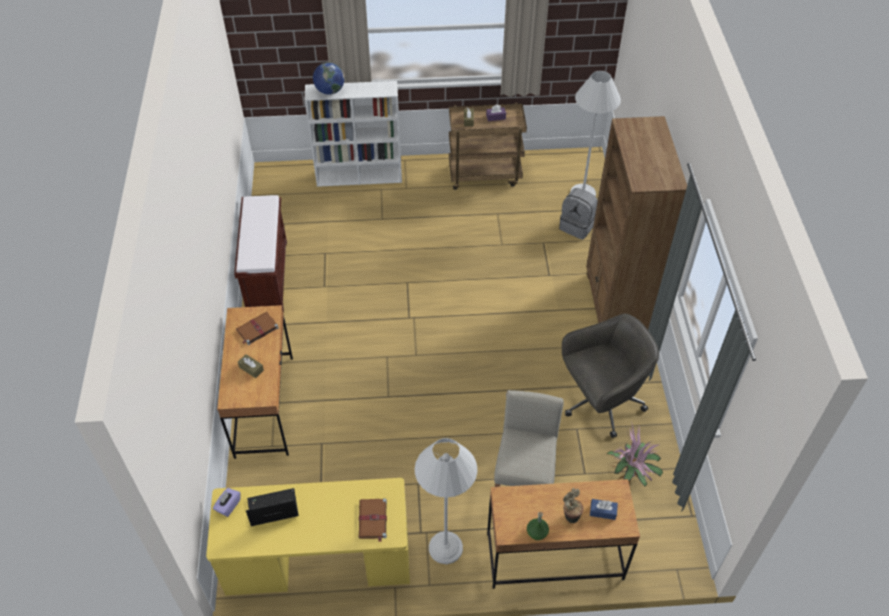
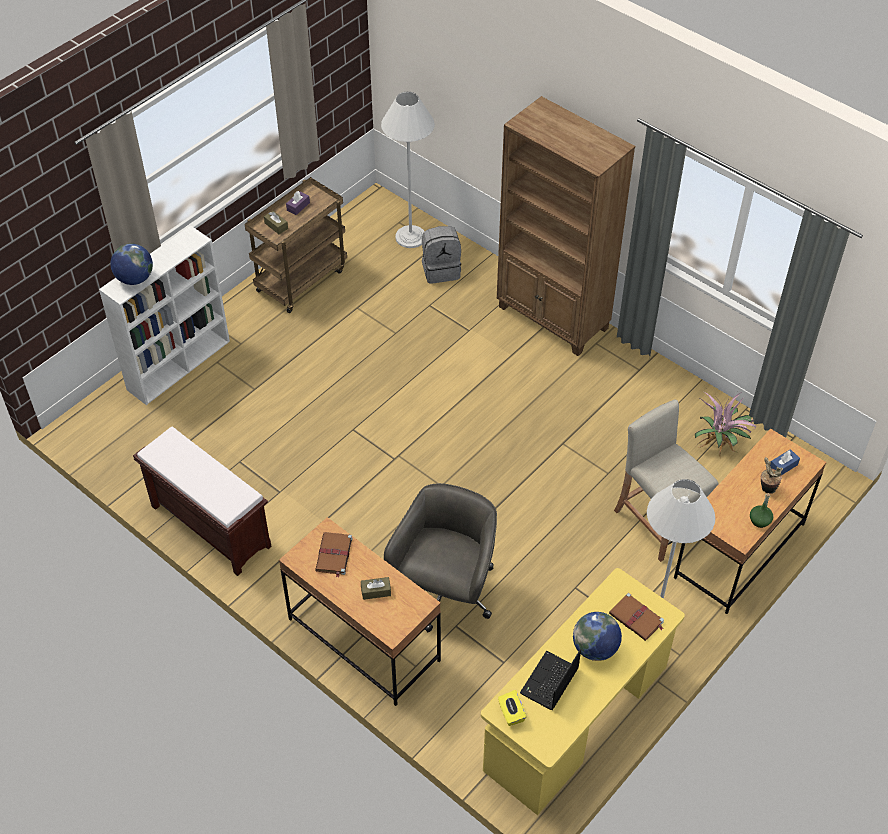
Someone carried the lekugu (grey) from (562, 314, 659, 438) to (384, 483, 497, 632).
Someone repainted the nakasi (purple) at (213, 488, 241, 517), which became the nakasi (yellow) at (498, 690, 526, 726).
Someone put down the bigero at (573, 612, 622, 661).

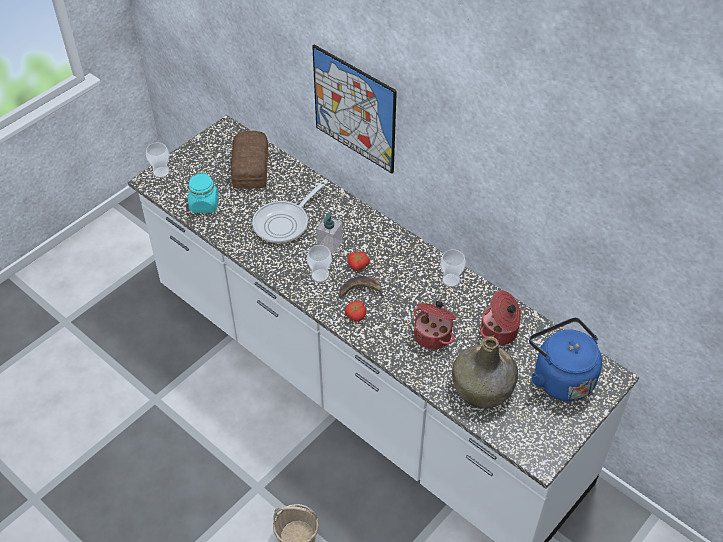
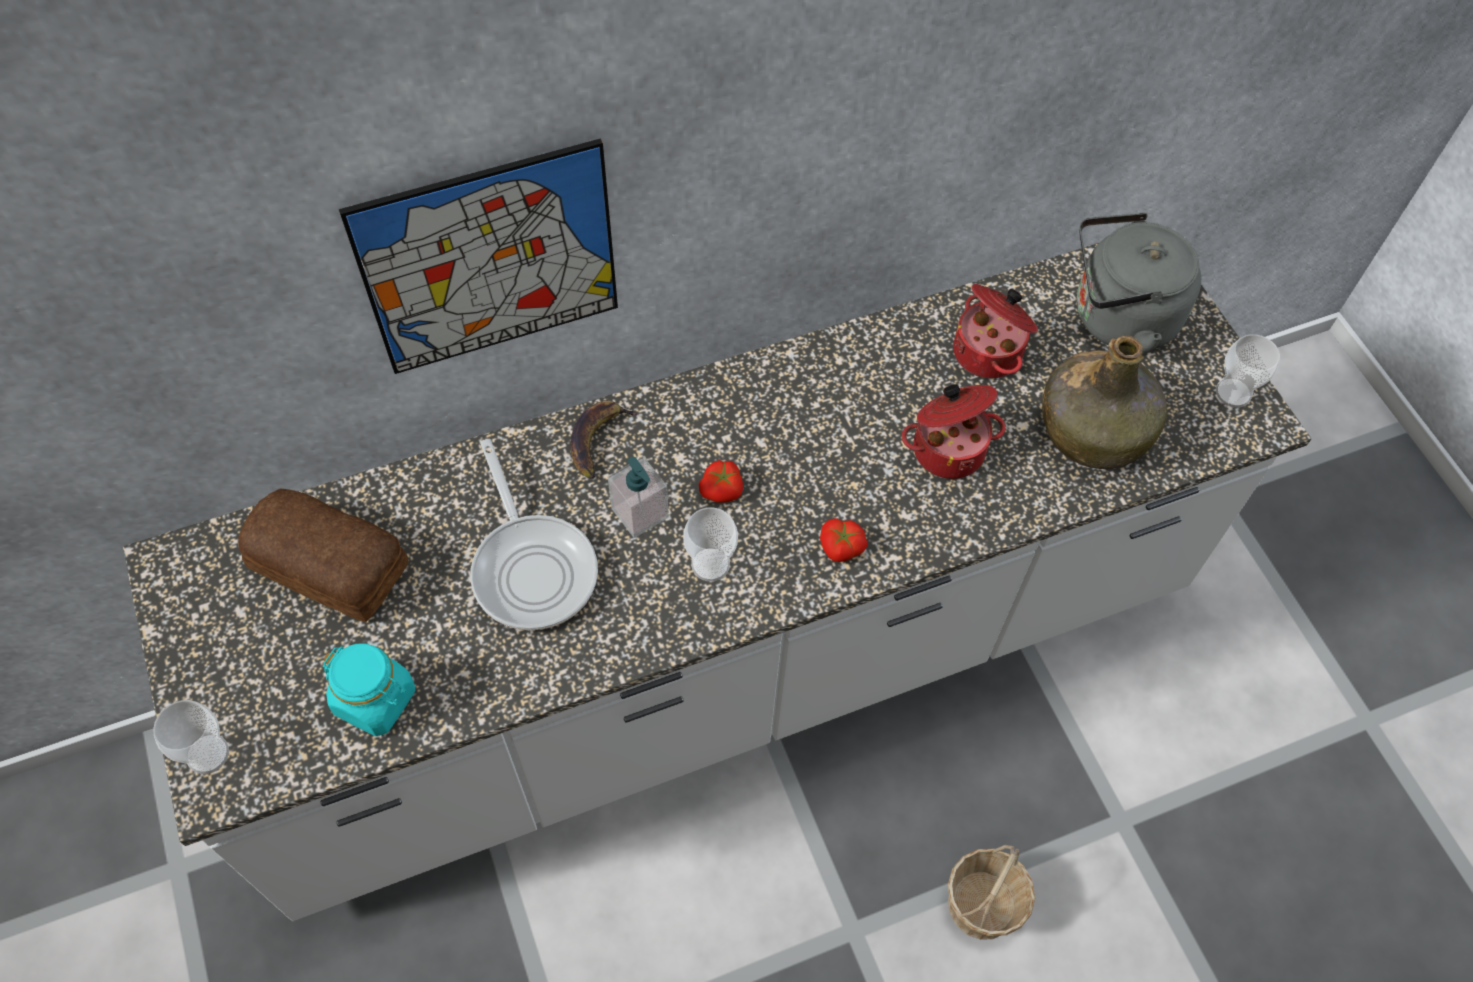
Someone carried the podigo from (440, 249, 466, 287) to (1216, 334, 1280, 407).
Someone carried the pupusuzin from (339, 276, 384, 299) to (570, 400, 639, 479).
Someone repainted the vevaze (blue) at (529, 318, 602, 402), which became the vevaze (grey) at (1077, 213, 1201, 352).

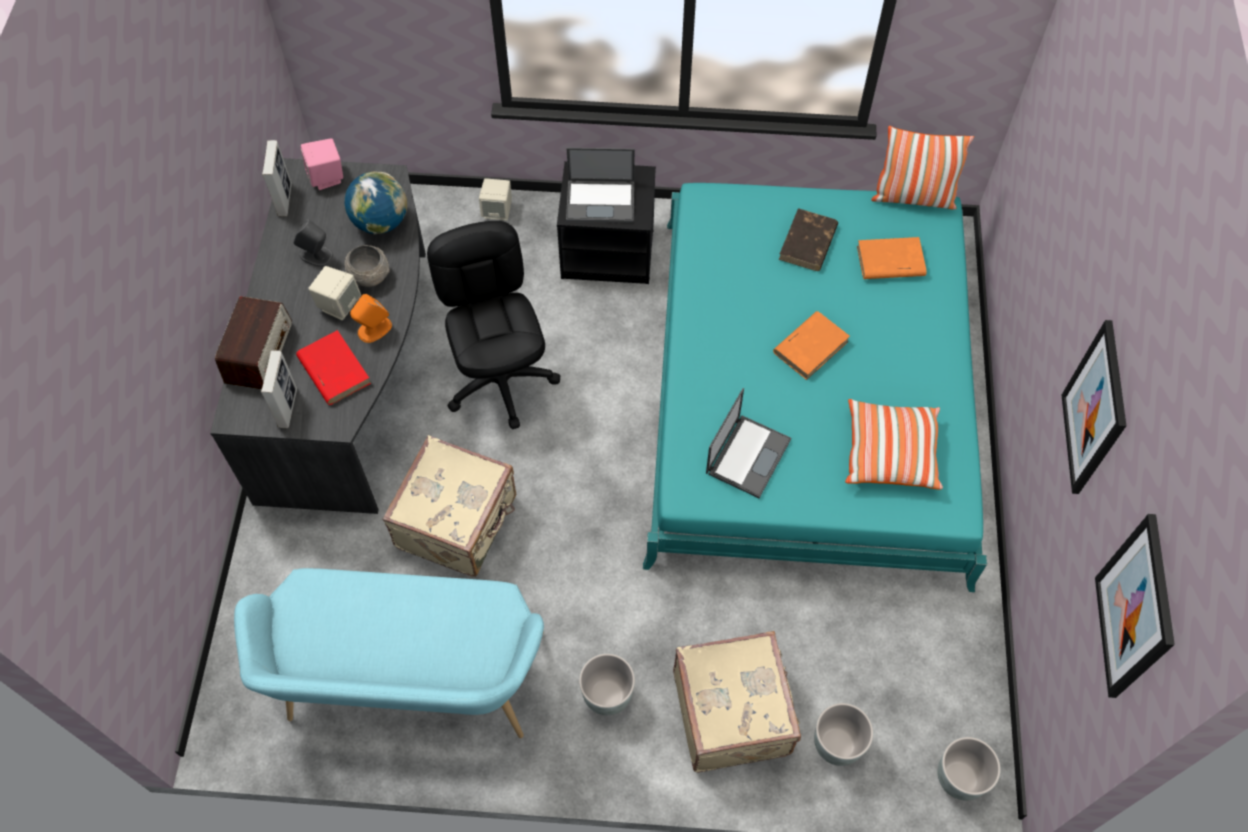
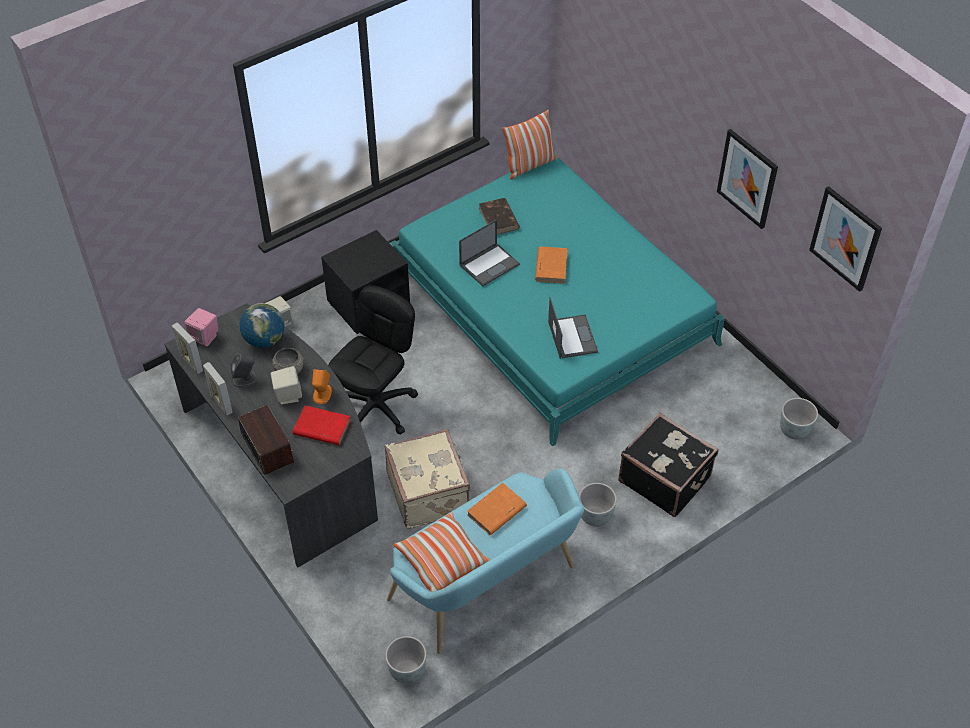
Someone carried the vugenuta from (566, 148, 635, 223) to (459, 219, 520, 286).
Someone rotated the lekugu (black) at (427, 221, 560, 429) by 90 degrees clockwise.
Someone carried the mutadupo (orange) from (857, 237, 927, 279) to (467, 483, 527, 535).
Someone carried the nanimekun from (261, 350, 297, 428) to (203, 362, 232, 416).
Someone carried the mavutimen from (845, 399, 943, 490) to (393, 512, 490, 592).
Someone repainted the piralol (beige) at (673, 631, 801, 773), which became the piralol (black) at (618, 413, 718, 517).
Someone carried the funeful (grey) from (814, 703, 873, 766) to (386, 636, 426, 684).

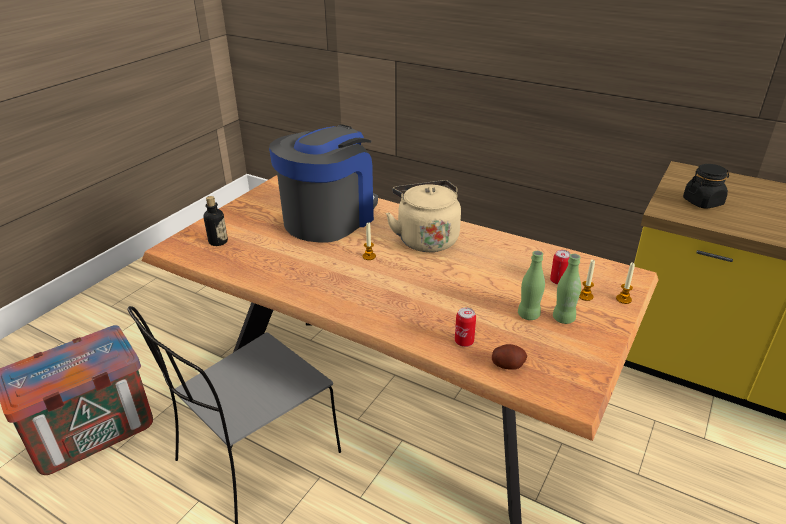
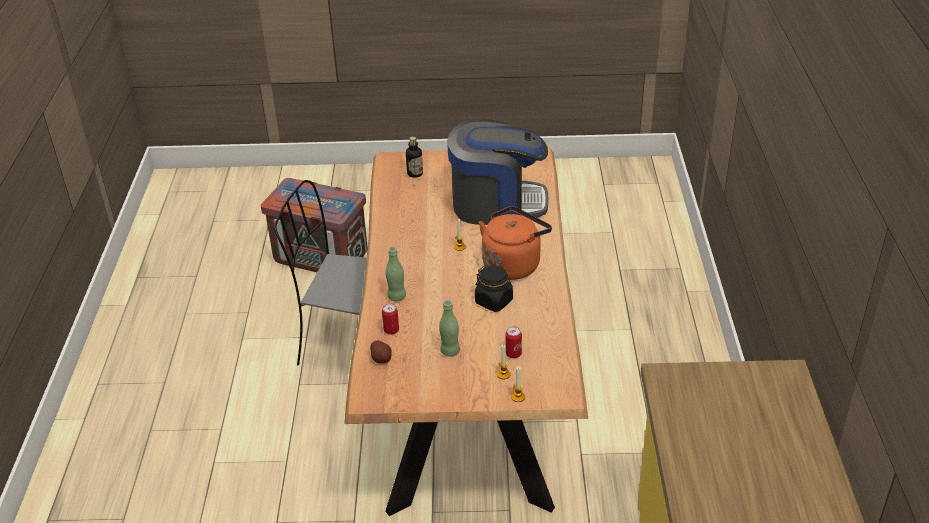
Someone carried the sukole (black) from (683, 164, 729, 209) to (475, 266, 513, 312).
Someone repainted the vevaze (beige) at (386, 180, 461, 252), which became the vevaze (orange) at (479, 206, 552, 280).
Someone carried the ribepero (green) from (553, 254, 581, 324) to (386, 247, 406, 301).

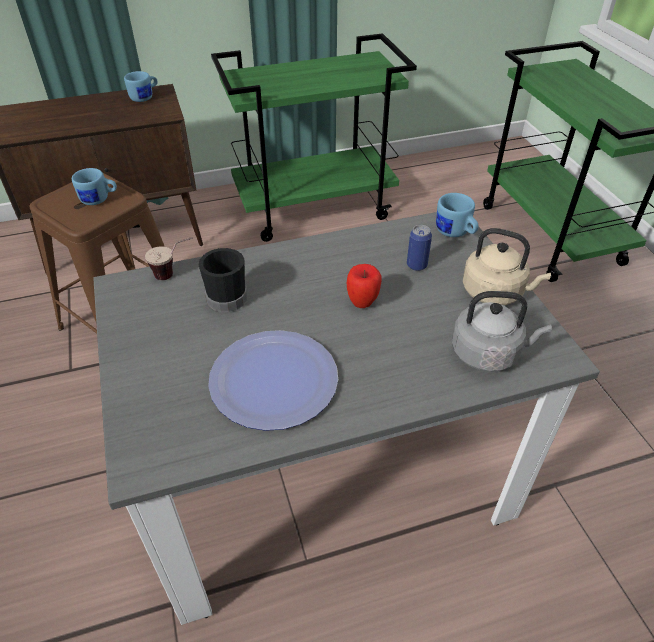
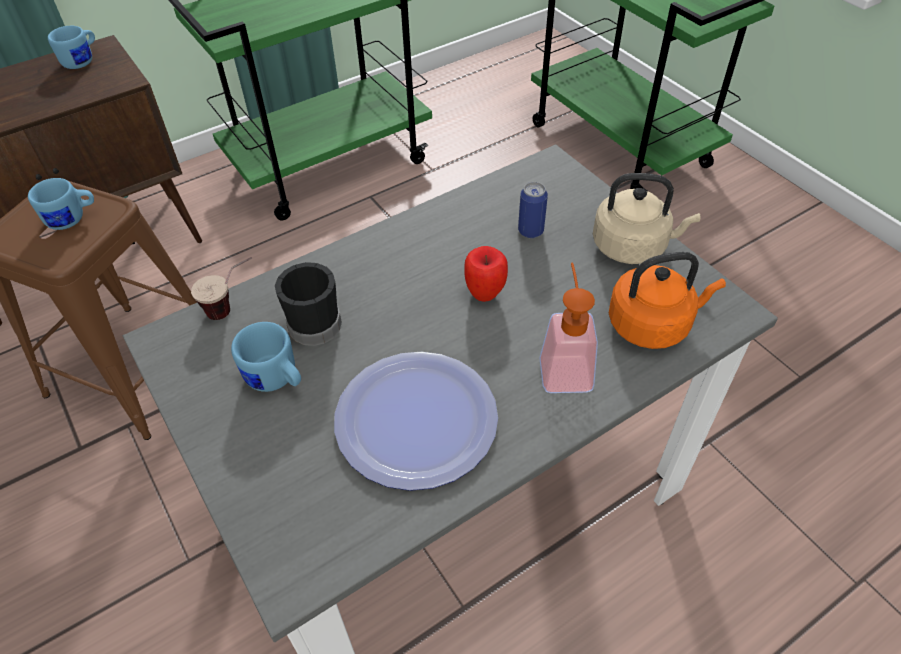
Someone carried the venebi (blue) from (436, 193, 478, 237) to (231, 322, 301, 392).
Someone repainted the vevaze (grey) at (452, 291, 552, 372), which became the vevaze (orange) at (609, 252, 726, 349).
Someone put down the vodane at (539, 262, 598, 393).

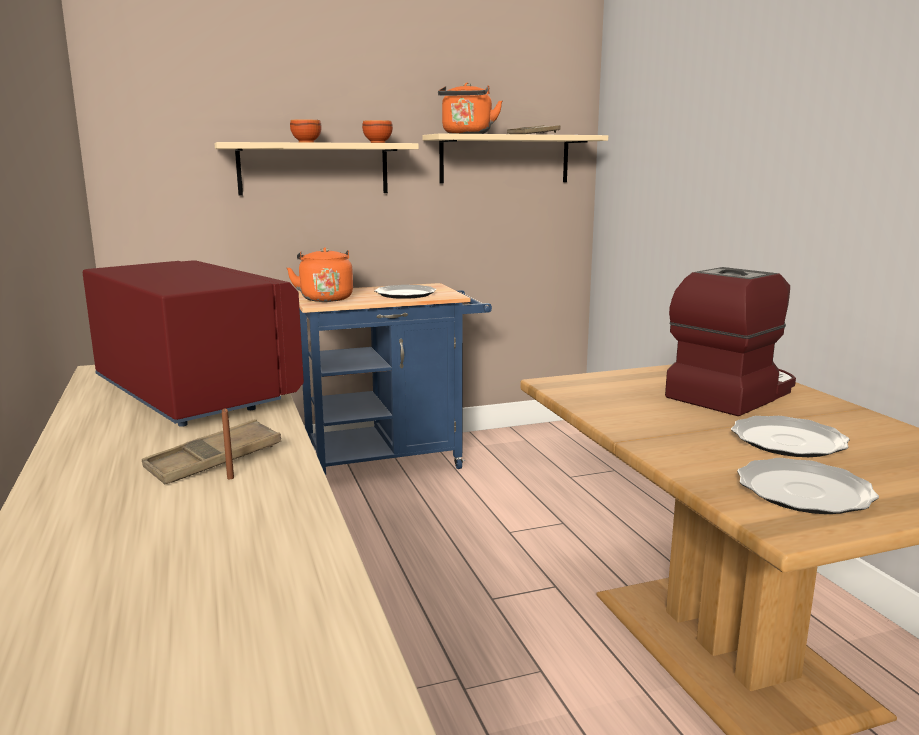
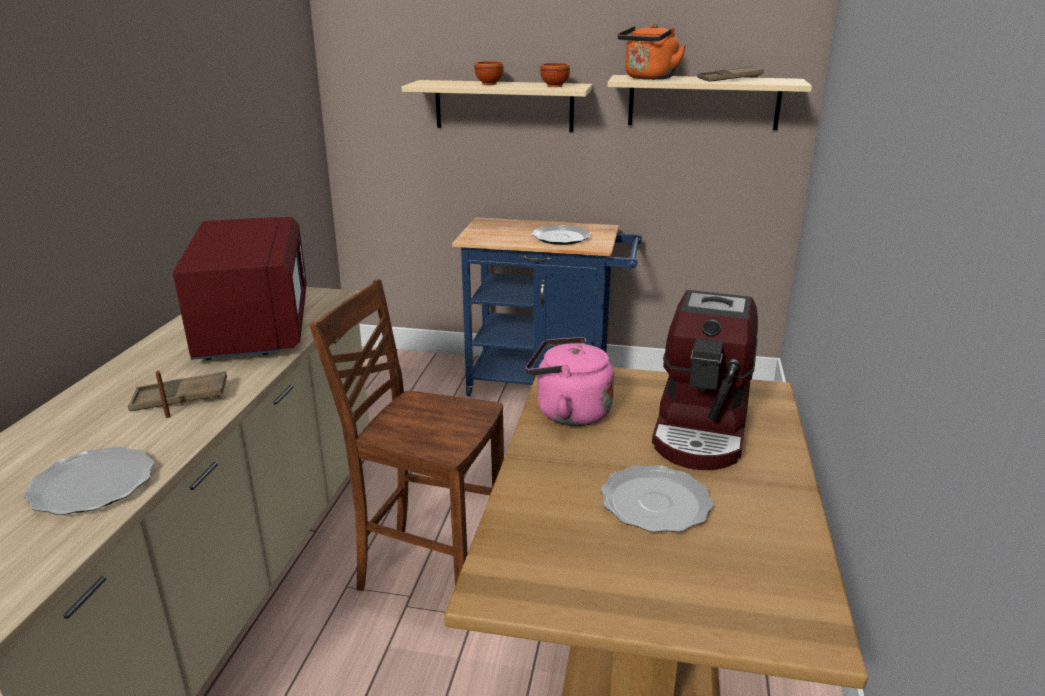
Someone took away the vevaze (orange) at (287, 247, 353, 302).
Someone rotated the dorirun at (665, 267, 796, 417) by 120 degrees clockwise.
Someone carried the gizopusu from (737, 458, 879, 514) to (24, 446, 154, 515).
Someone put down the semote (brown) at (309, 279, 504, 591).
Someone put down the vevaze (pink) at (526, 337, 614, 426).

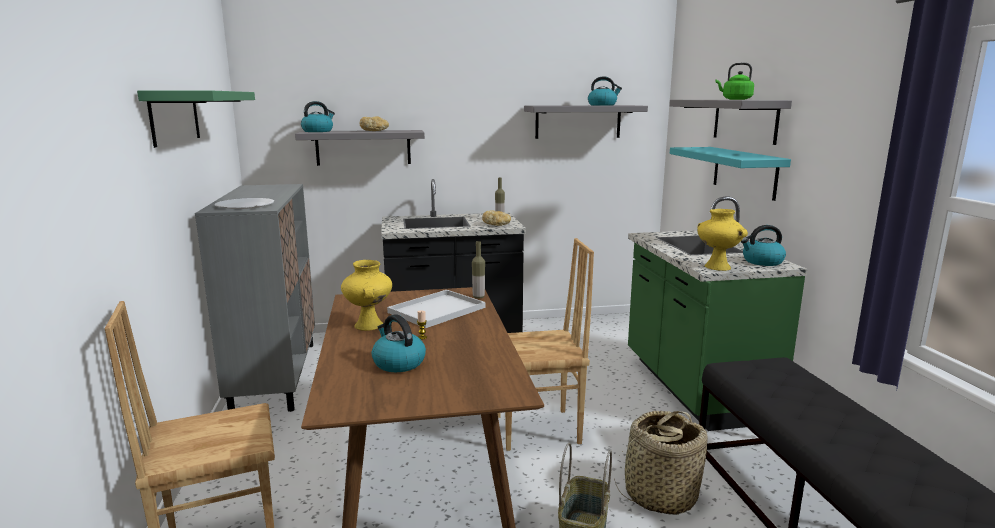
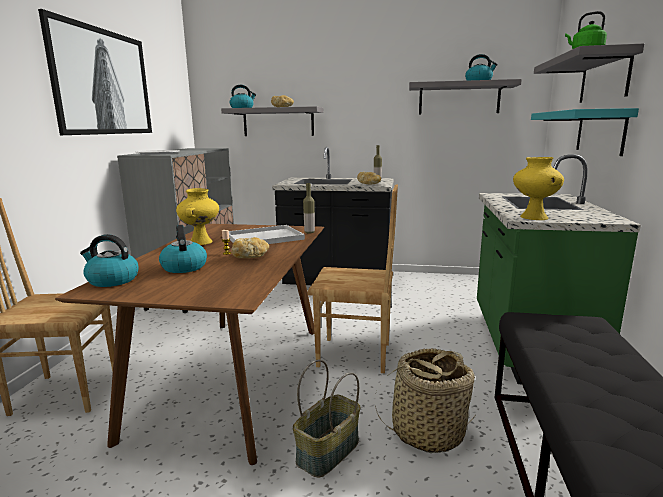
Someone swapped the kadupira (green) at (137, 90, 255, 148) for the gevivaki at (38, 9, 152, 135).
Someone carried the vevaze from (741, 225, 786, 266) to (80, 234, 139, 287).
Someone put down the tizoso at (231, 237, 269, 258).

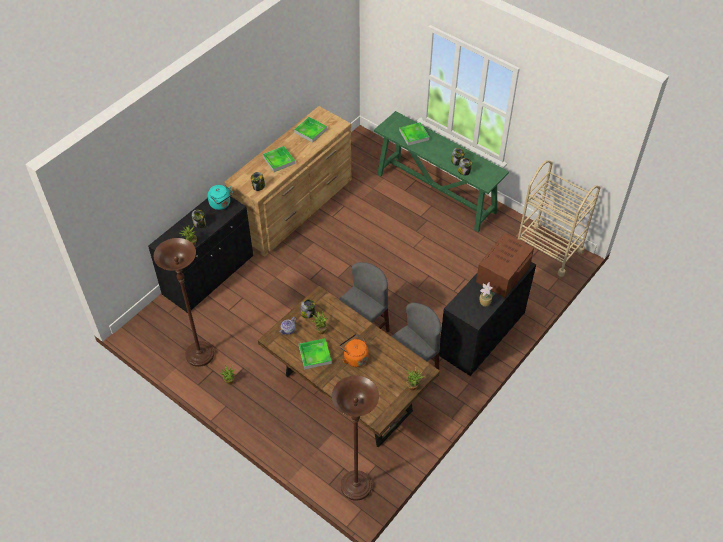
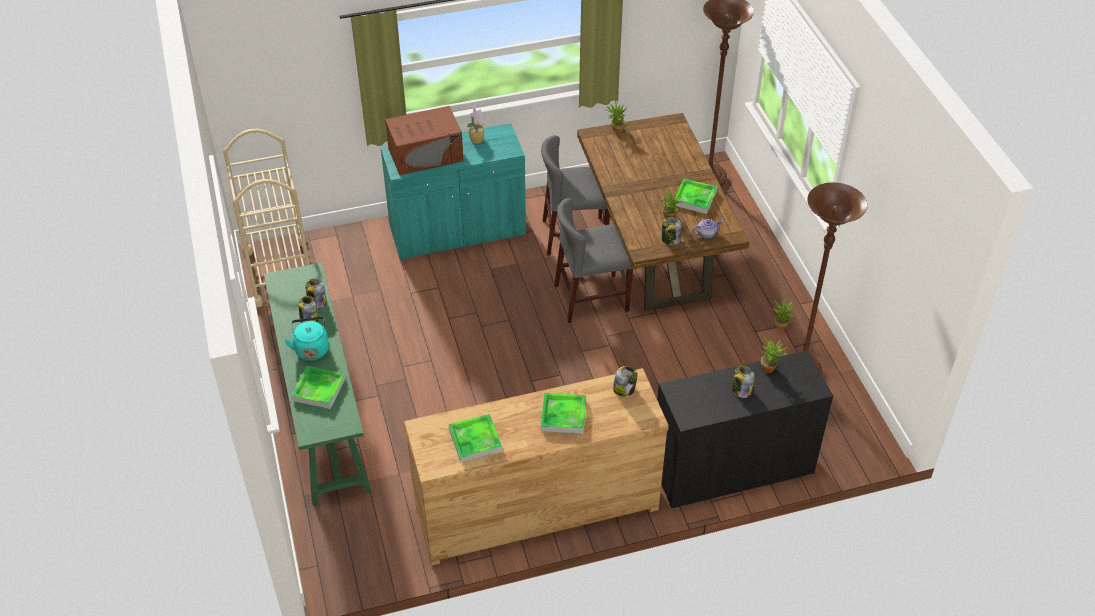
Someone carried the vevaze (turquoise) from (207, 185, 233, 210) to (284, 317, 329, 361).
Someone repainted the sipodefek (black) at (439, 262, 536, 376), which became the sipodefek (turquoise) at (380, 123, 526, 260).
Someone took away the vevaze (orange) at (339, 334, 369, 367).

